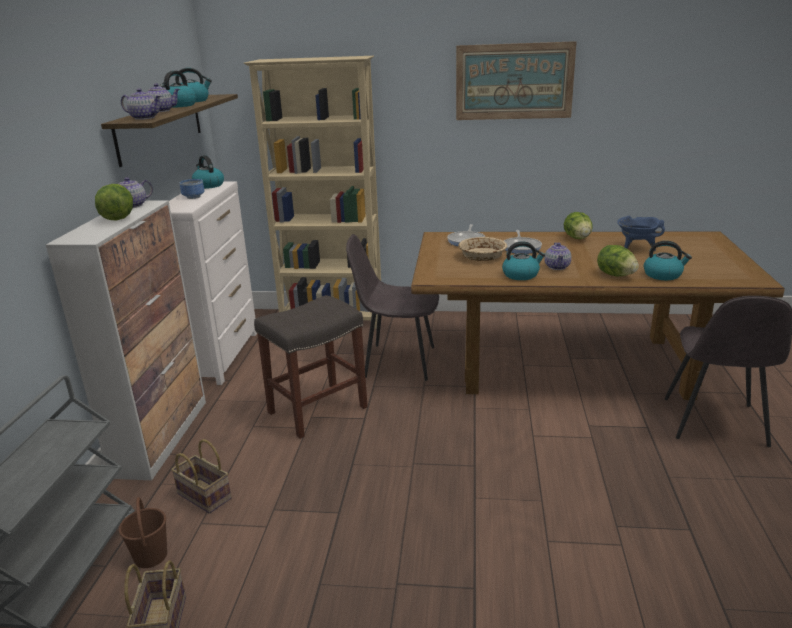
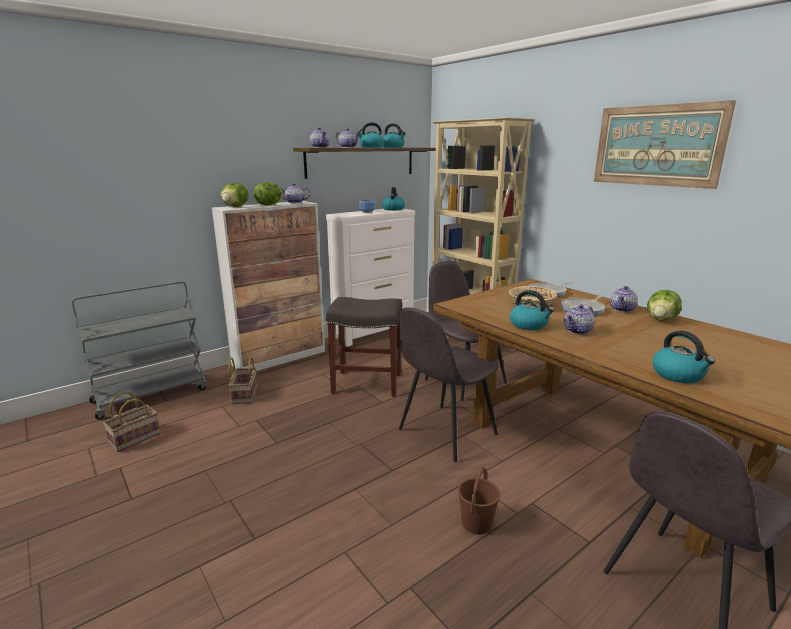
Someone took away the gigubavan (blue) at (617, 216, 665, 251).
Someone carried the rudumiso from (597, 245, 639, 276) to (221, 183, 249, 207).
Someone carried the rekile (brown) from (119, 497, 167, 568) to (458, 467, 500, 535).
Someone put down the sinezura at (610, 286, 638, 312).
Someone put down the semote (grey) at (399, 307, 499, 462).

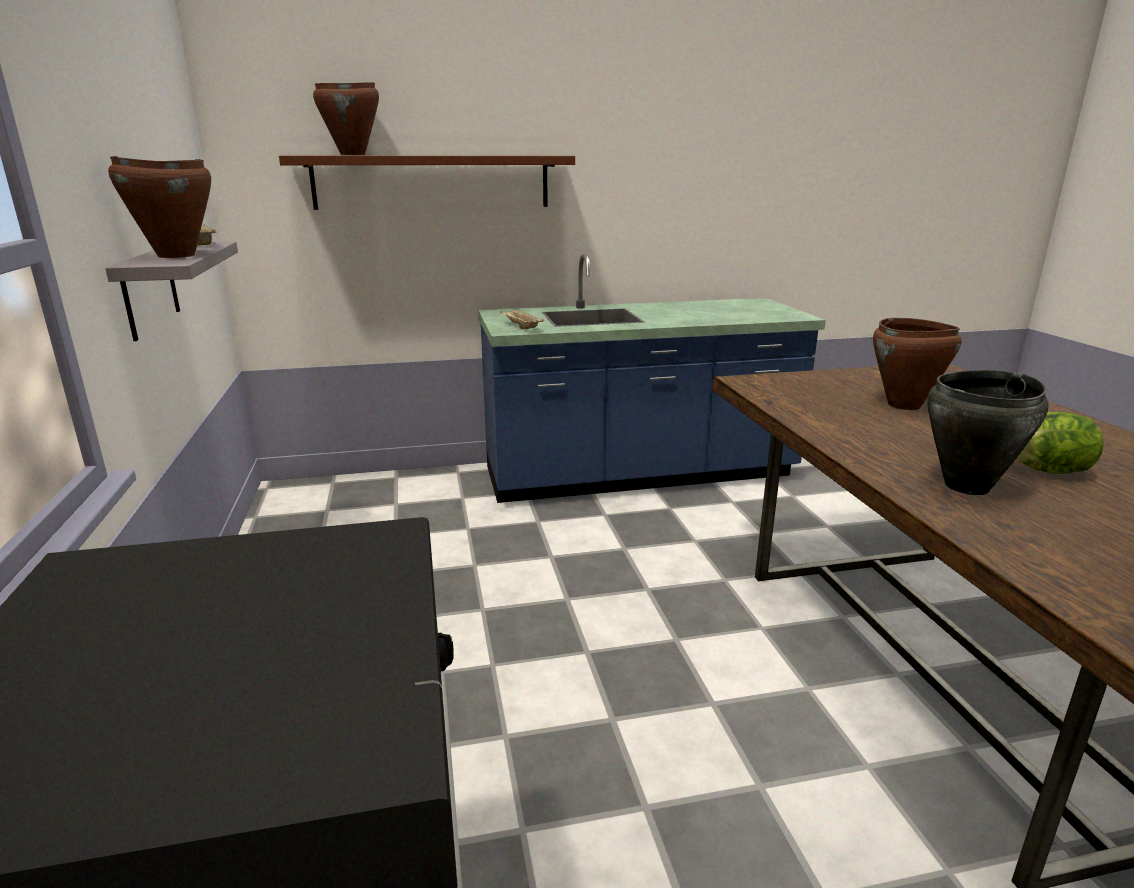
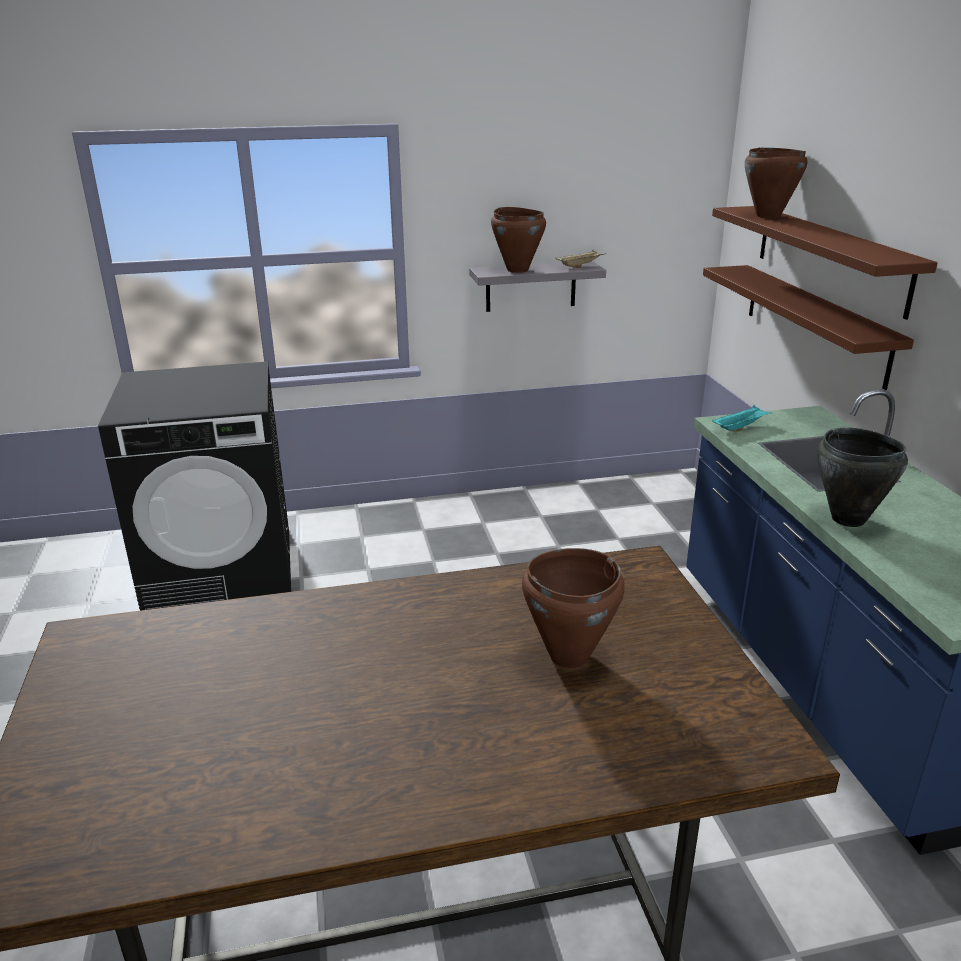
Someone repainted the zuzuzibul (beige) at (500, 309, 544, 329), which became the zuzuzibul (turquoise) at (712, 405, 773, 432).
Someone carried the gigubavan (black) from (927, 370, 1049, 495) to (817, 428, 908, 527).
Someone took away the rudumiso at (1016, 412, 1104, 474).
Someone put up the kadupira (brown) at (703, 265, 914, 390).

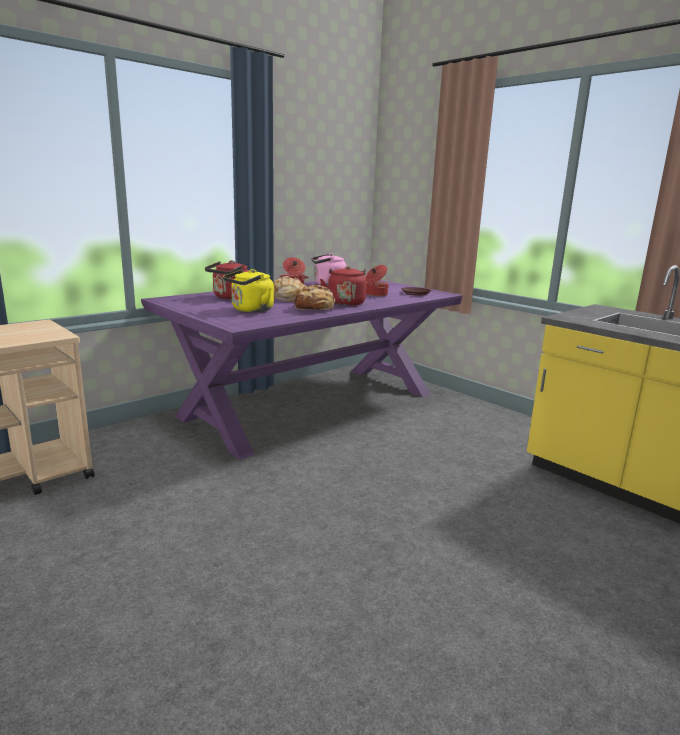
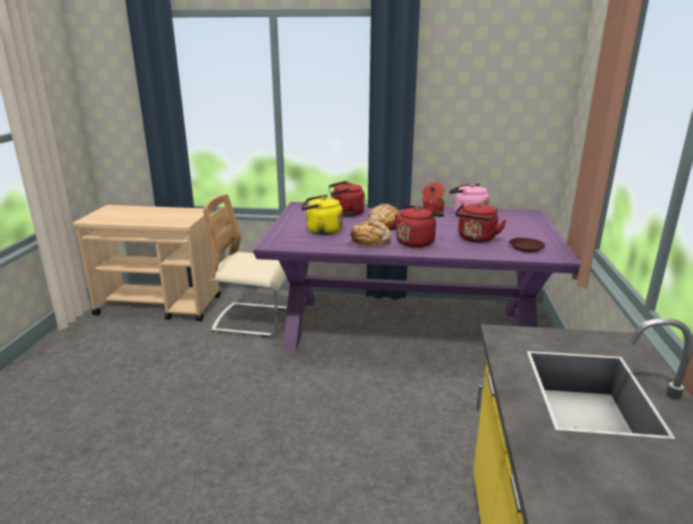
Someone swapped the gigubavan at (366, 265, 389, 297) for the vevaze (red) at (455, 203, 506, 243).
Someone put down the semote (beige) at (203, 194, 287, 337).

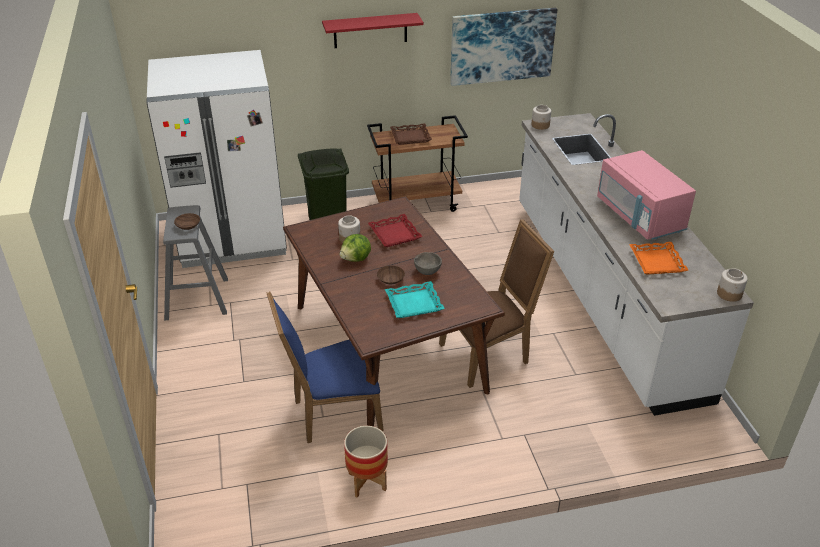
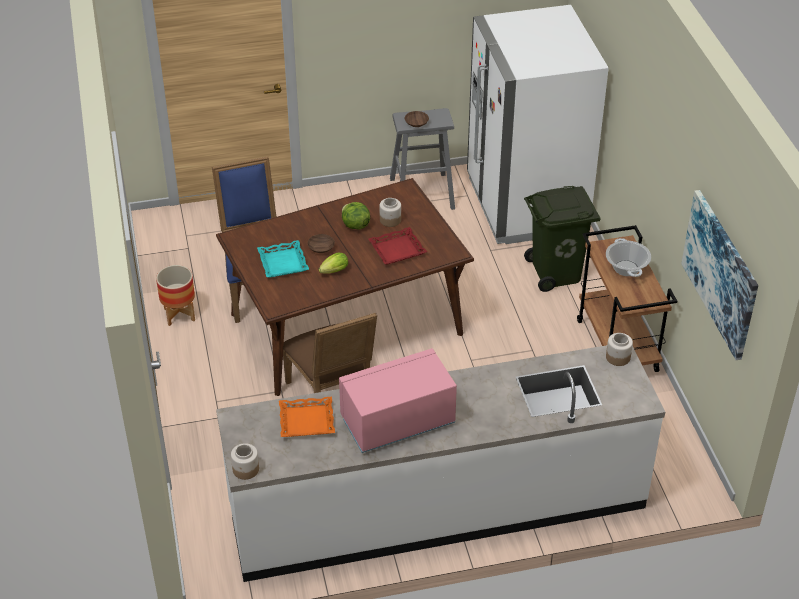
Someone took away the kadupira (red) at (322, 13, 424, 48).
Someone swapped the zuzuzibul (brown) at (390, 123, 432, 145) for the gigubavan at (606, 238, 651, 277).
Someone swapped the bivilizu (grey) at (414, 252, 442, 275) for the rudumiso at (318, 253, 348, 273).

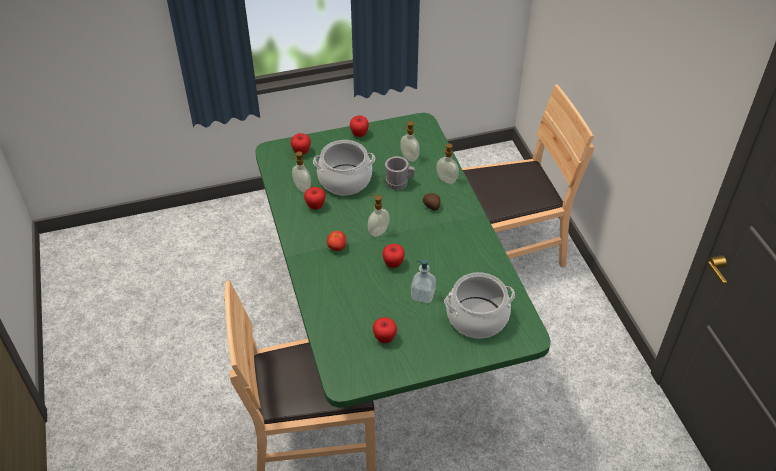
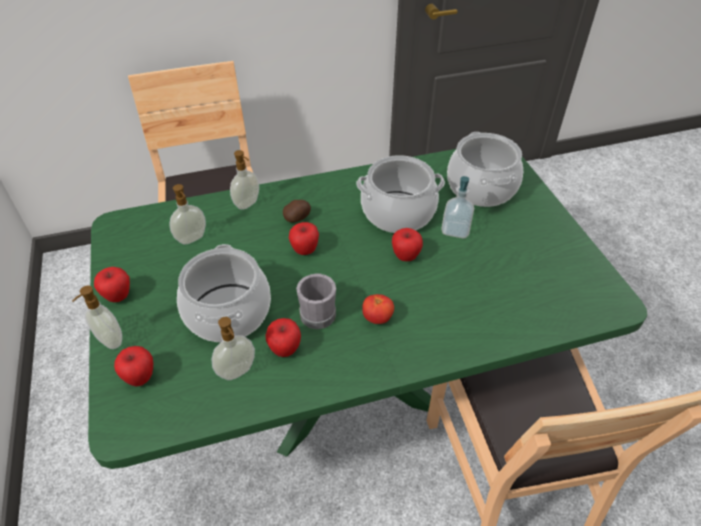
Someone carried the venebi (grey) from (385, 156, 415, 190) to (296, 274, 336, 329).
Someone carried the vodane from (368, 195, 390, 237) to (72, 285, 122, 349).
Someone carried the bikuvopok from (373, 317, 397, 343) to (289, 222, 319, 255).
Someone put down the gigubavan at (356, 155, 445, 233).

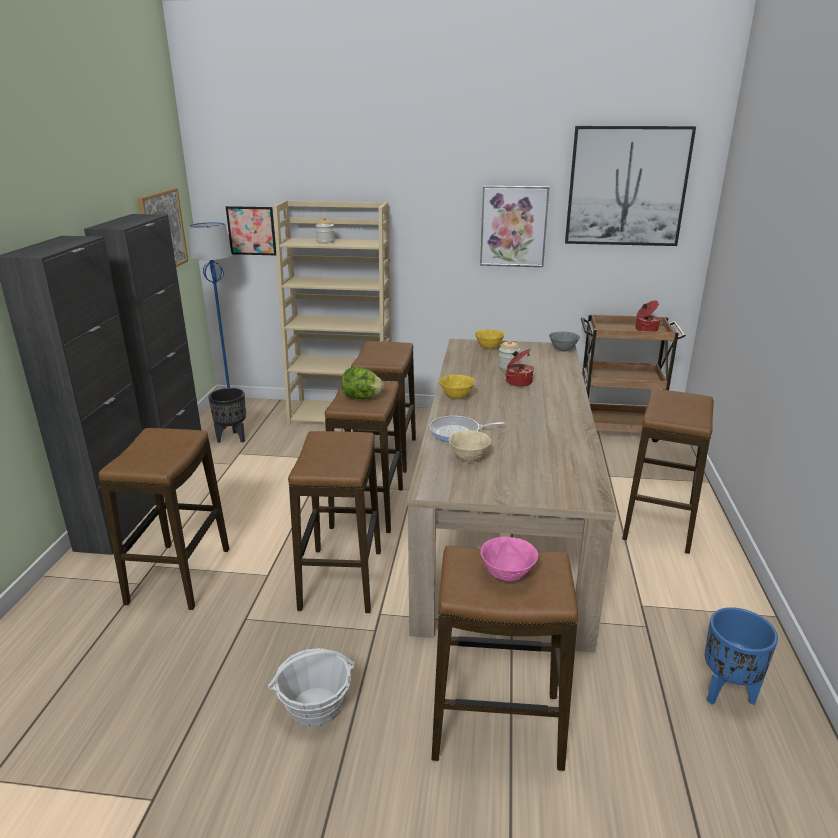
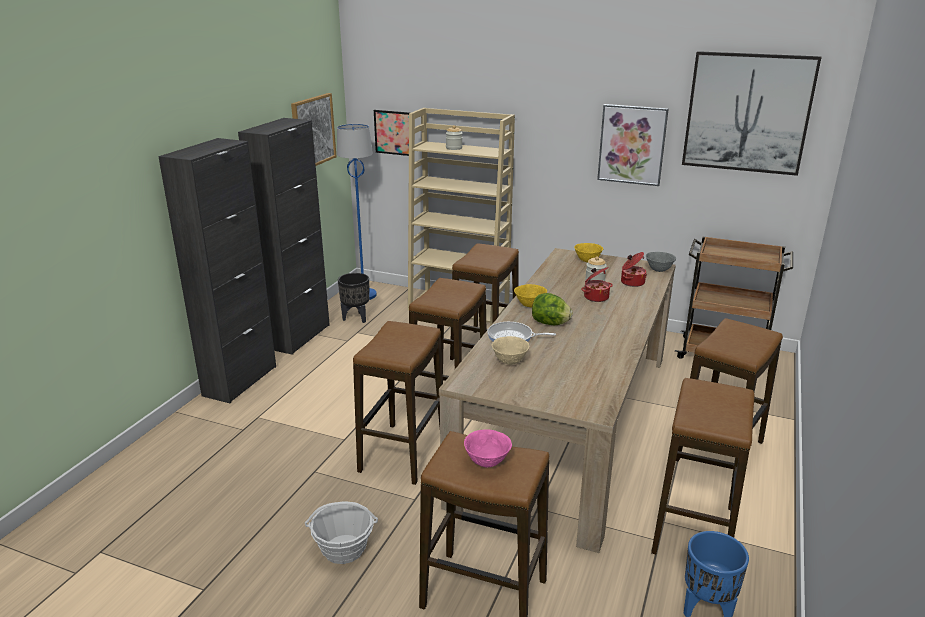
Someone carried the gigubavan from (635, 300, 661, 332) to (621, 252, 647, 287).
Someone carried the rudumiso from (342, 367, 384, 399) to (532, 293, 573, 325).
Someone carried the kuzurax from (99, 428, 229, 610) to (651, 378, 754, 554).

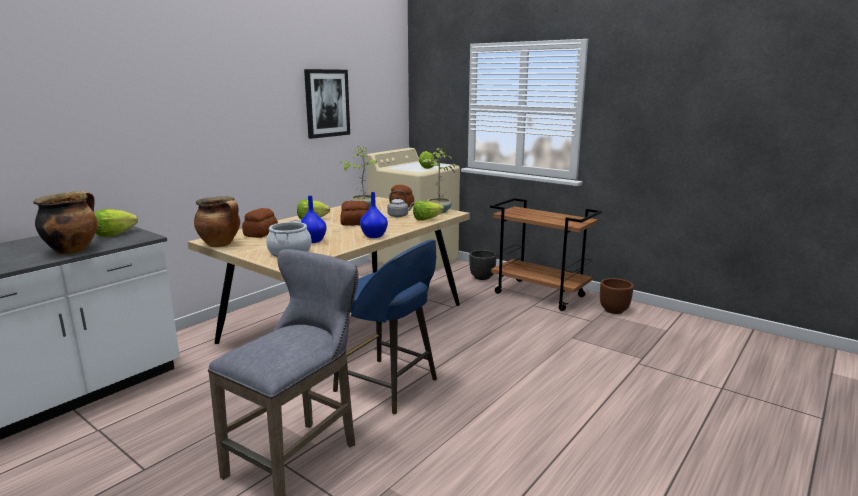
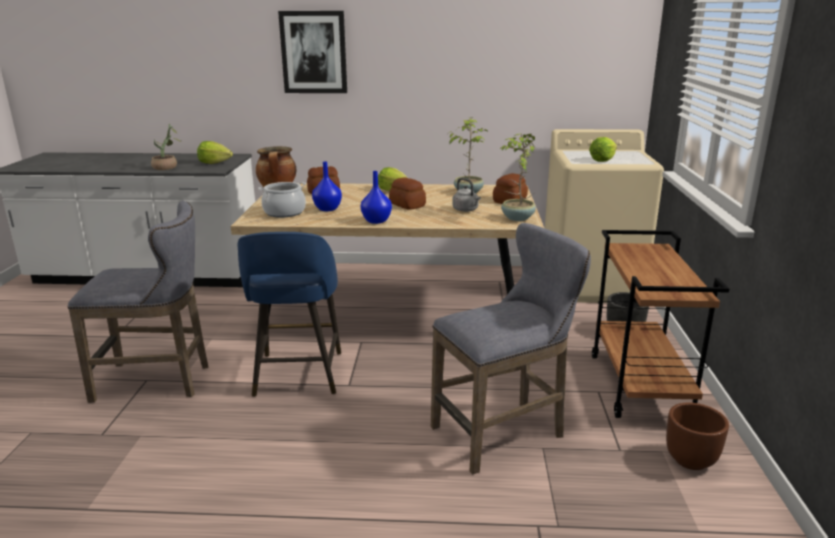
Someone carried the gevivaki from (304, 69, 350, 139) to (278, 11, 347, 93).
Someone swapped the gigubavan at (34, 191, 97, 255) for the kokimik at (151, 124, 181, 170).
Someone took away the rudumiso at (413, 201, 444, 221).
Someone put down the kuzurax (grey) at (431, 223, 591, 475).

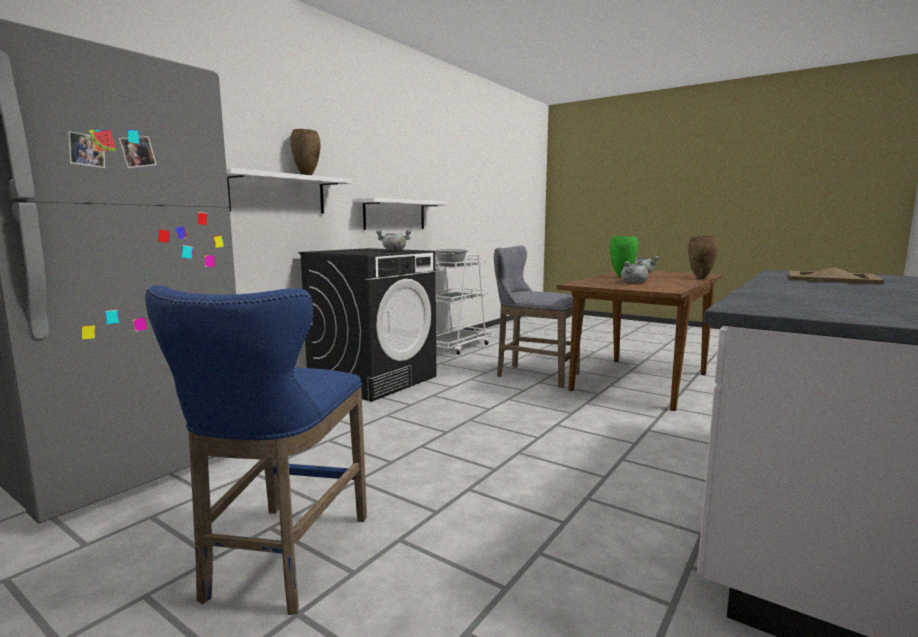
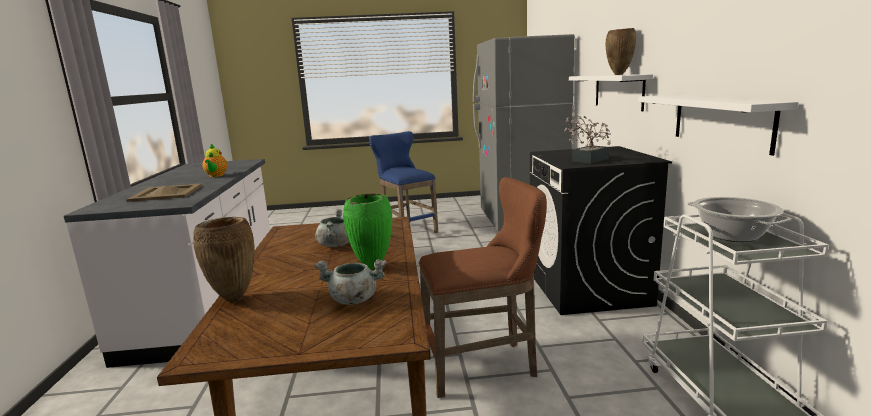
Someone swapped the gigubavan (grey) at (376, 230, 411, 251) for the kokimik at (564, 116, 611, 164).
Someone repainted the kuzurax (grey) at (494, 246, 580, 388), which became the kuzurax (brown) at (419, 177, 547, 398).
Someone put down the sinezura at (202, 144, 227, 177).

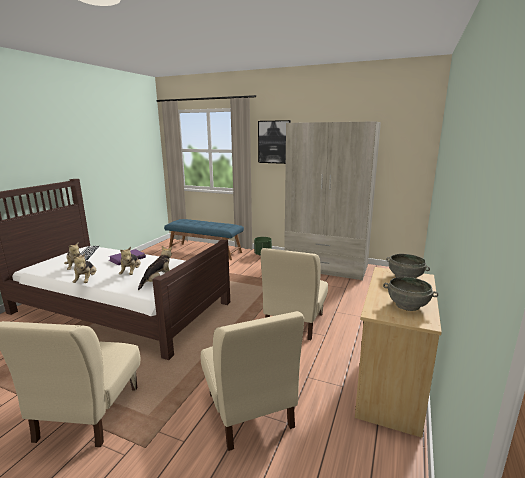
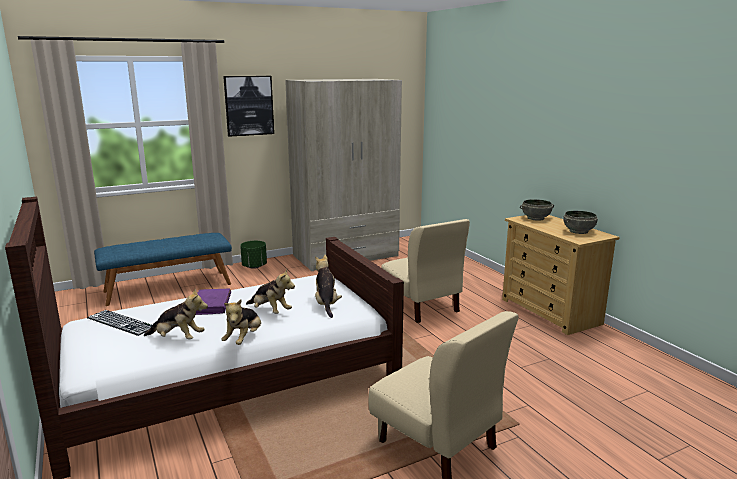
Someone rotated the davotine at (72, 253, 96, 283) by 75 degrees clockwise.
Someone took away the semote (beige) at (201, 311, 304, 451).

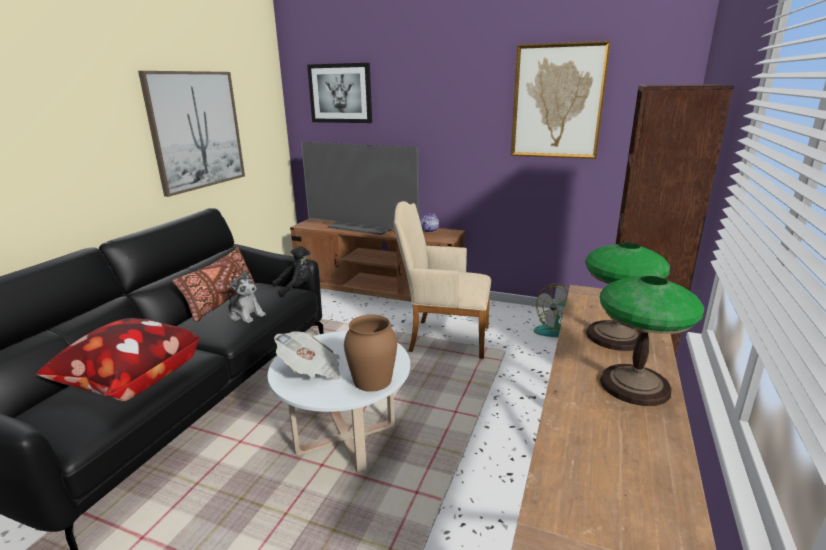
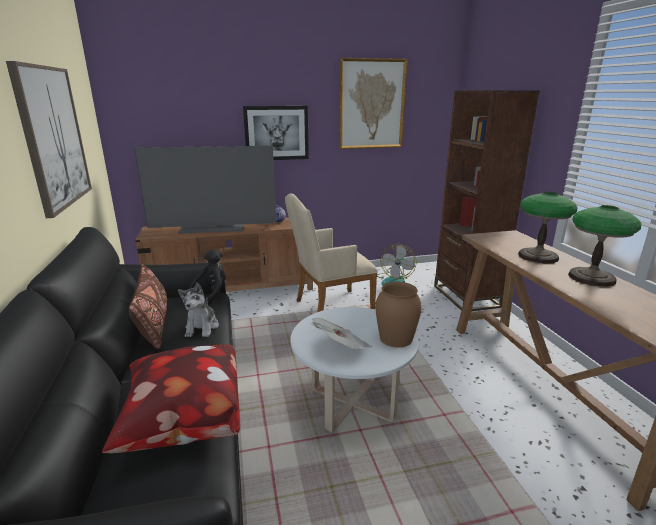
Someone carried the gevivaki from (307, 63, 372, 123) to (243, 106, 309, 160).
Someone rotated the davotine at (227, 270, 266, 323) by 90 degrees clockwise.

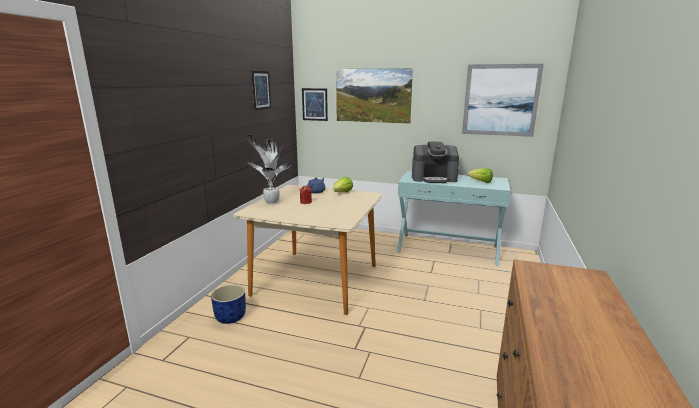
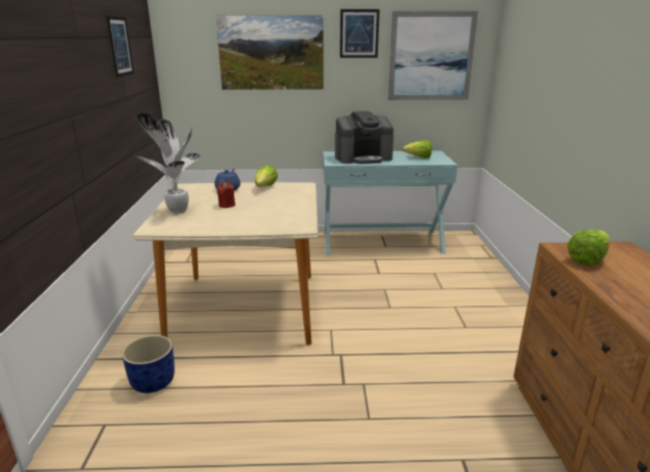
Someone carried the gevivaki from (302, 88, 328, 121) to (340, 9, 380, 58).
Someone put down the rudumiso at (567, 230, 609, 265).

